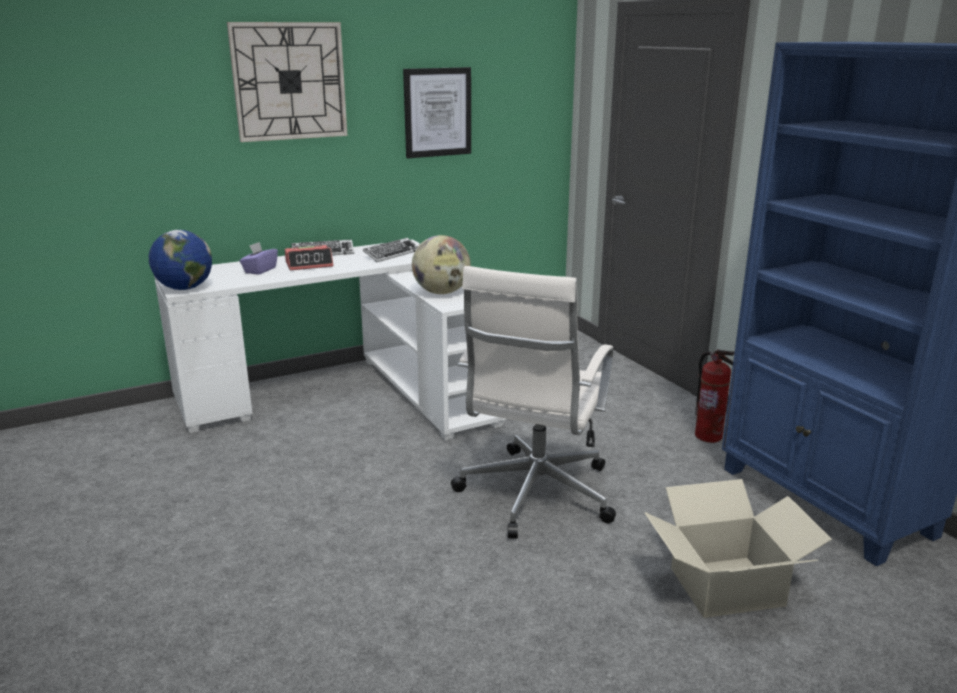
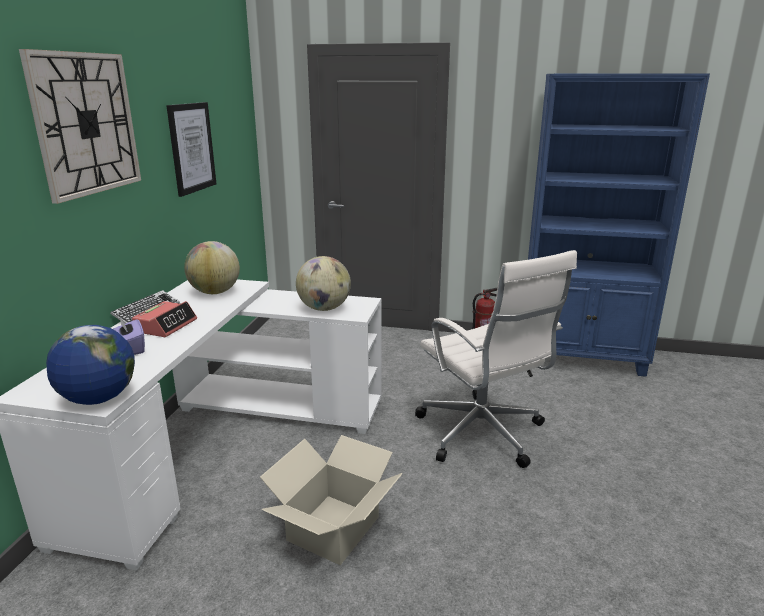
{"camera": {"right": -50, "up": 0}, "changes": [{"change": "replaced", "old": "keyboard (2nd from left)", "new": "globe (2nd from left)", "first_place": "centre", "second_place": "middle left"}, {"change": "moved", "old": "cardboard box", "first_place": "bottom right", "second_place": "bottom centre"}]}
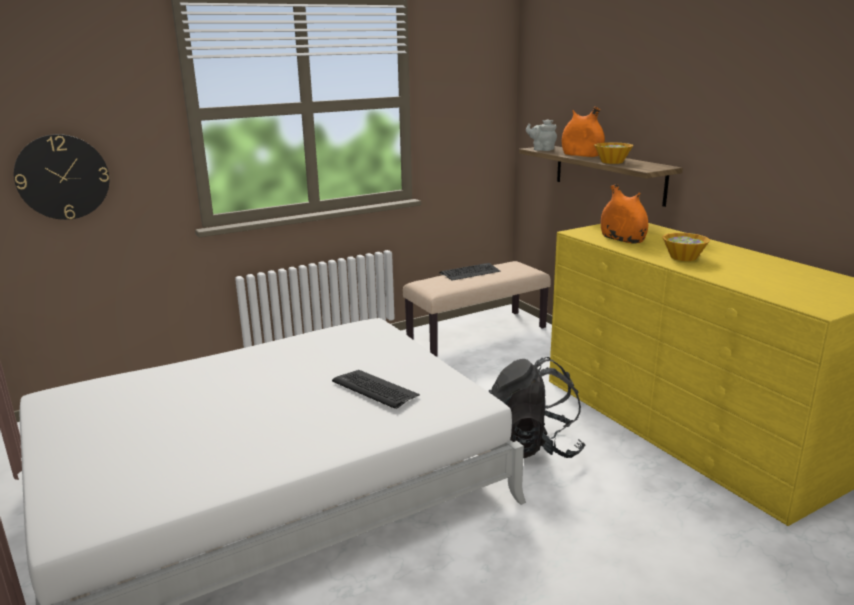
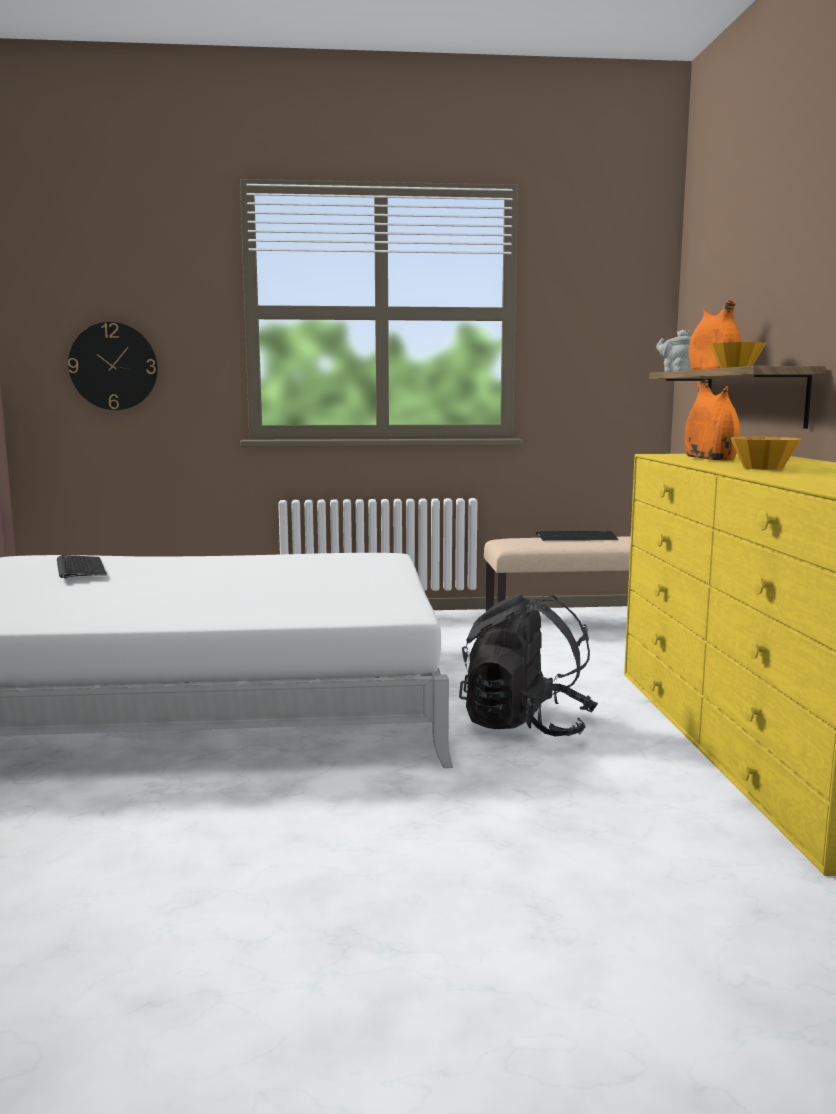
{"camera": {"right": 25, "up": -10}, "changes": [{"change": "moved", "old": "keyboard (1st from left)", "first_place": "centre", "second_place": "middle left"}]}
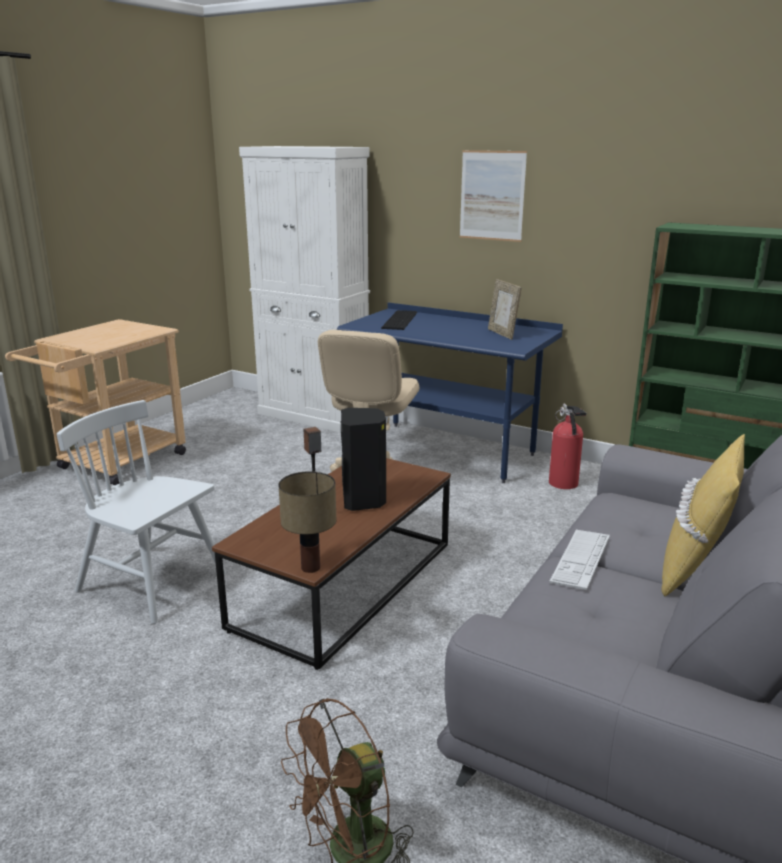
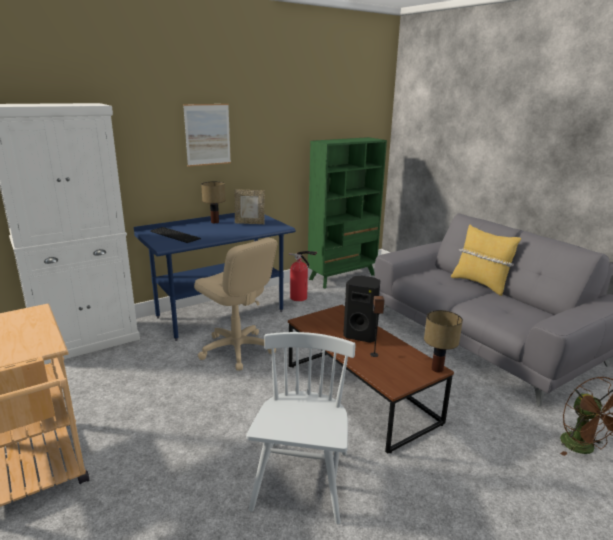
{"camera": {"right": -65, "up": 0}, "changes": [{"change": "added", "new": "table lamp (1st from left)", "second_place": "centre"}, {"change": "turned", "old": "chair (white)", "first_place": "middle left", "second_place": "bottom centre", "degrees": 135}, {"change": "removed", "old": "keyboard (2nd from left)", "first_place": "middle right"}]}
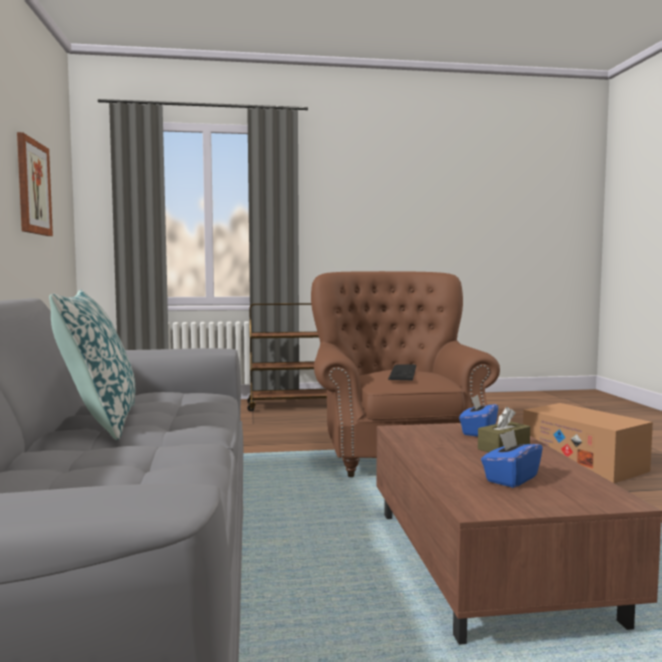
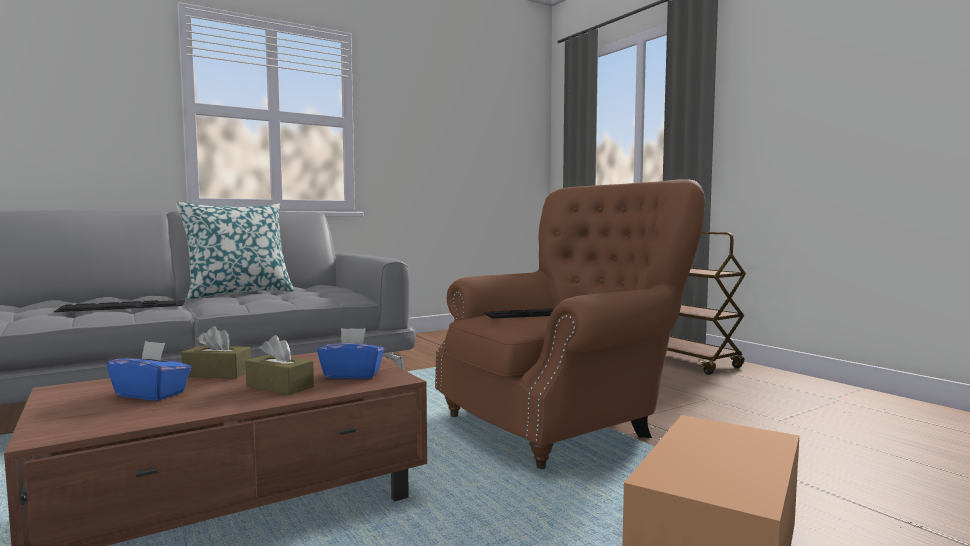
{"camera": {"right": 65, "up": 0}, "changes": [{"change": "added", "new": "keyboard (1st from left)", "second_place": "middle left"}, {"change": "added", "new": "tissue box (brown) (1st from left)", "second_place": "middle left"}, {"change": "removed", "old": "picture", "first_place": "top left"}]}
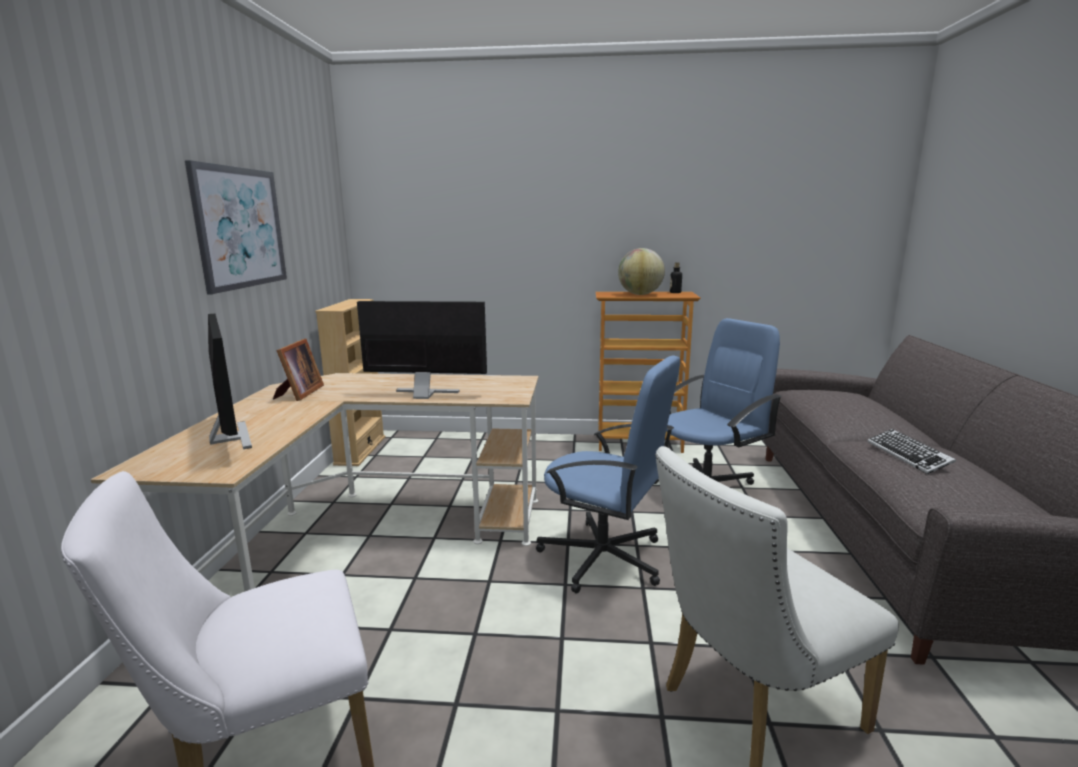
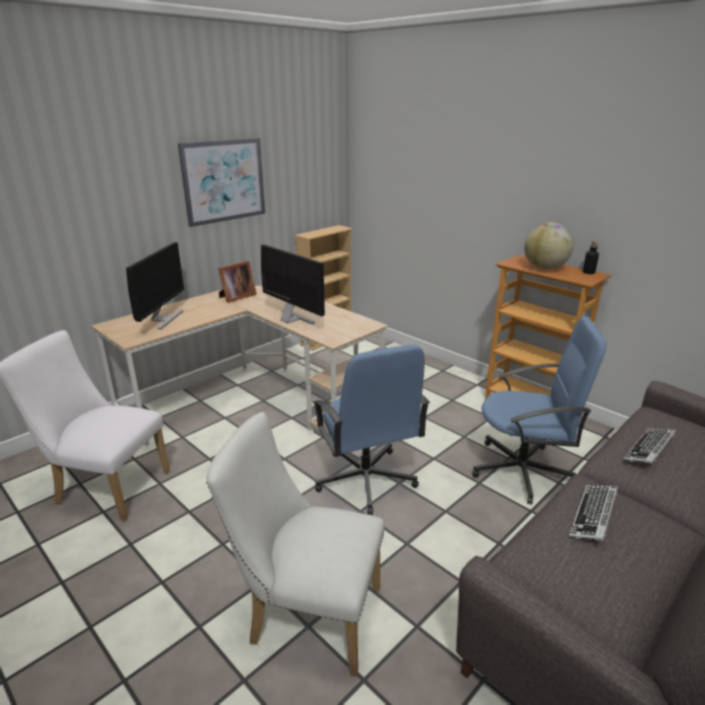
{"camera": {"right": 40, "up": 10}, "changes": [{"change": "added", "new": "keyboard (2nd from left)", "second_place": "middle right"}]}
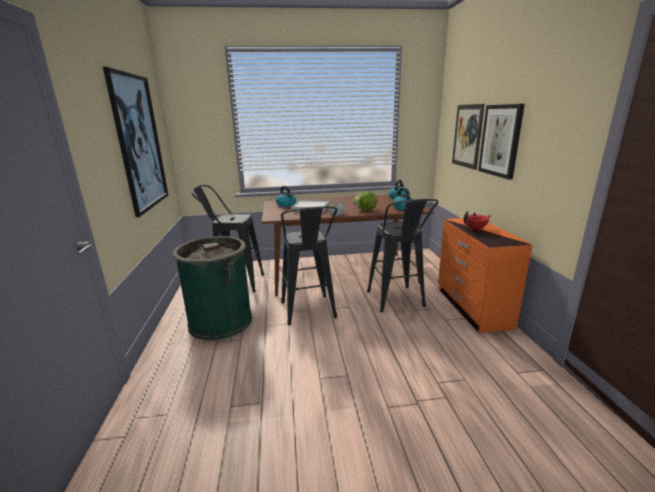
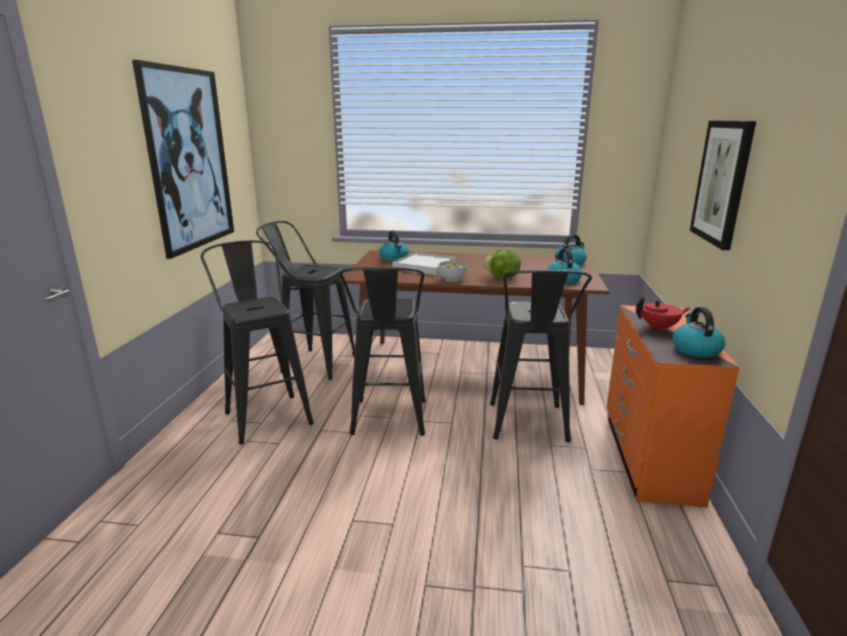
{"camera": {"right": 15, "up": 0}, "changes": [{"change": "replaced", "old": "trash can (green)", "new": "stool (black) (1st from left)", "first_place": "middle left", "second_place": "middle left"}, {"change": "added", "new": "kettle (4th from left)", "second_place": "middle right"}, {"change": "removed", "old": "picture (2nd from left)", "first_place": "top right"}]}
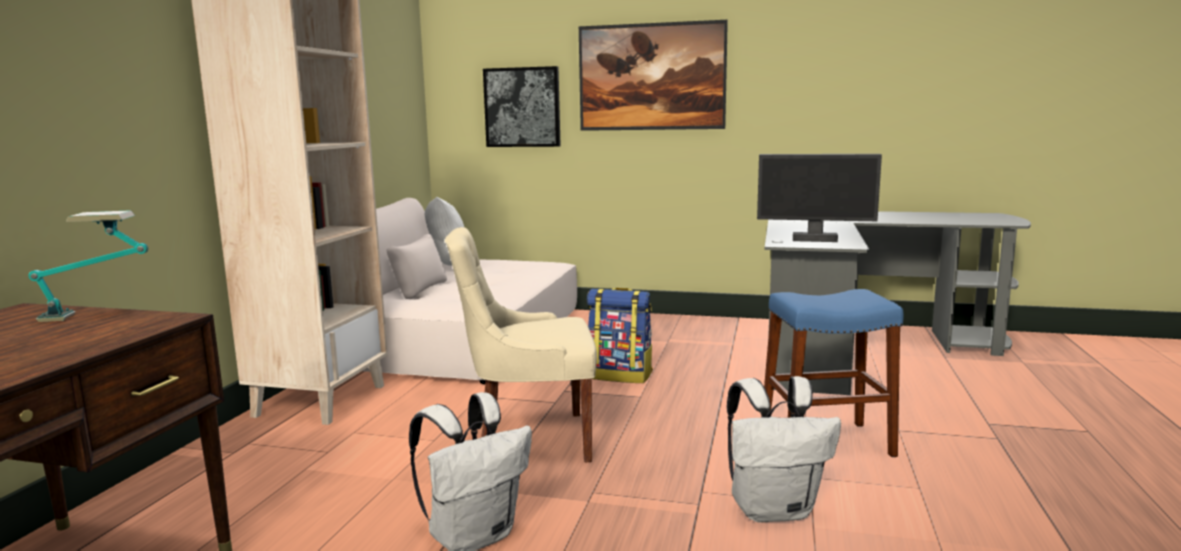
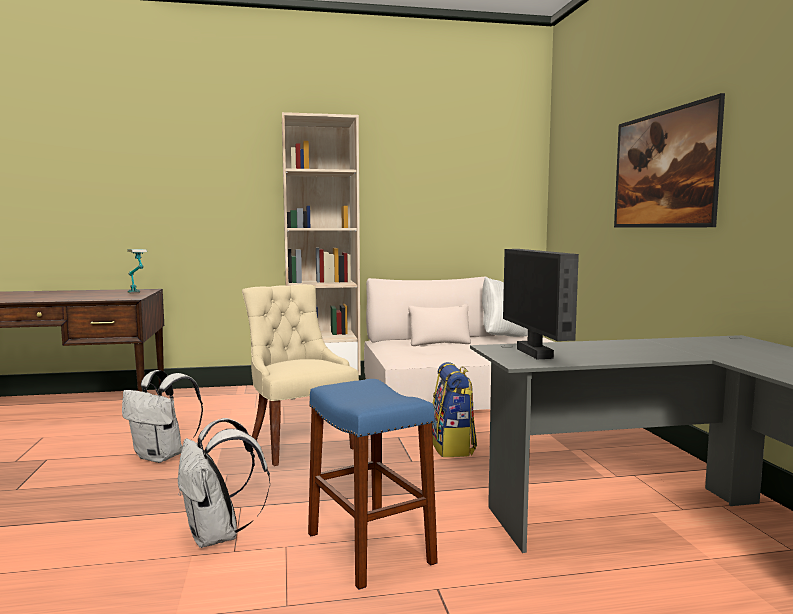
{"camera": {"right": 65, "up": -5}, "changes": [{"change": "removed", "old": "picture (1st from left)", "first_place": "top centre"}]}
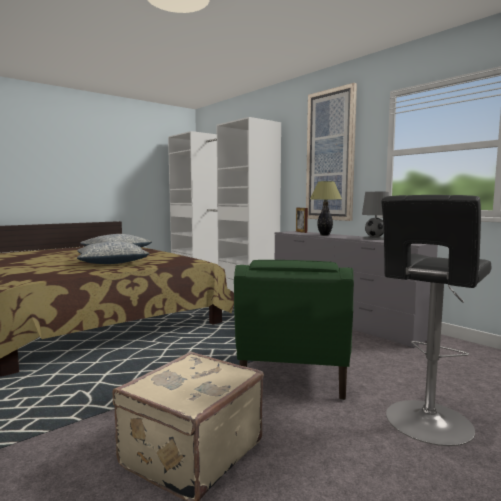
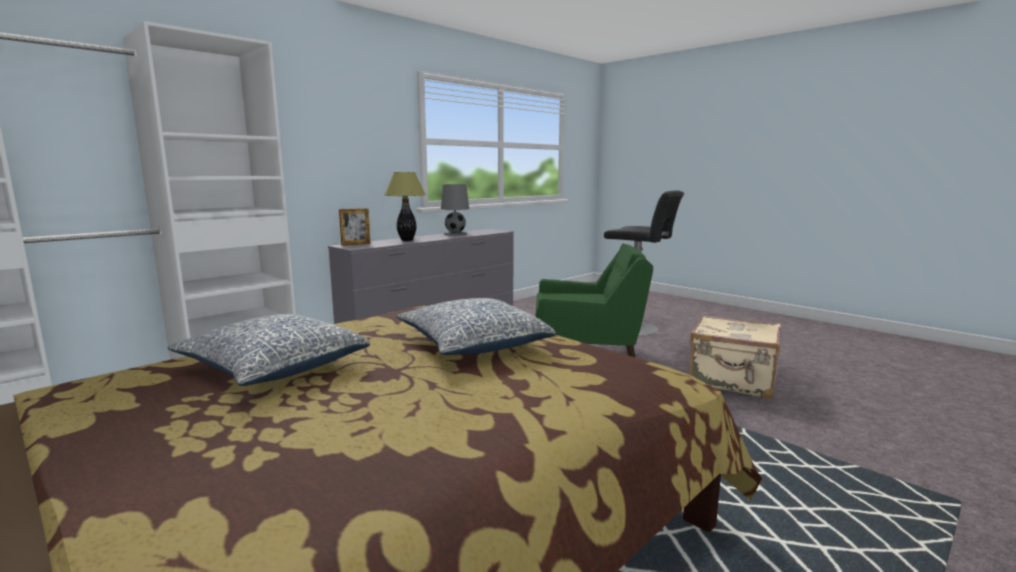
{"camera": {"right": -95, "up": 5}, "changes": [{"change": "removed", "old": "picture", "first_place": "top centre"}]}
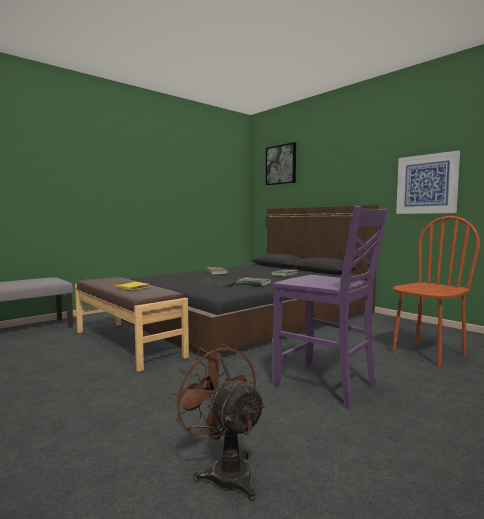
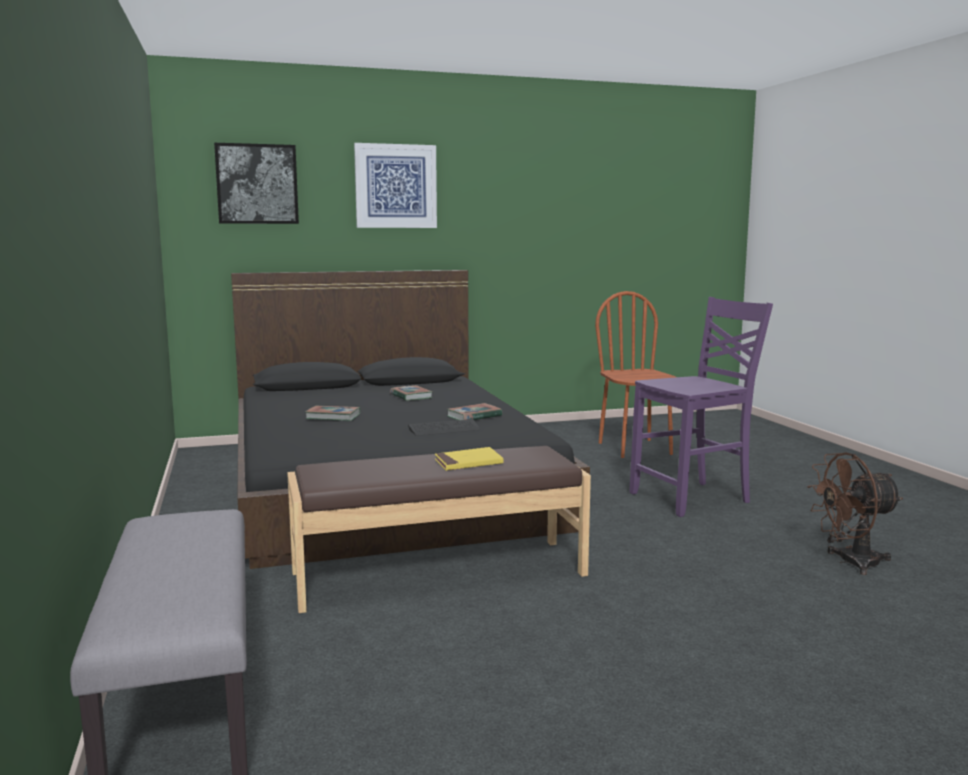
{"camera": {"right": -65, "up": 5}, "changes": [{"change": "moved", "old": "picture (2nd from left)", "first_place": "middle right", "second_place": "top centre"}]}
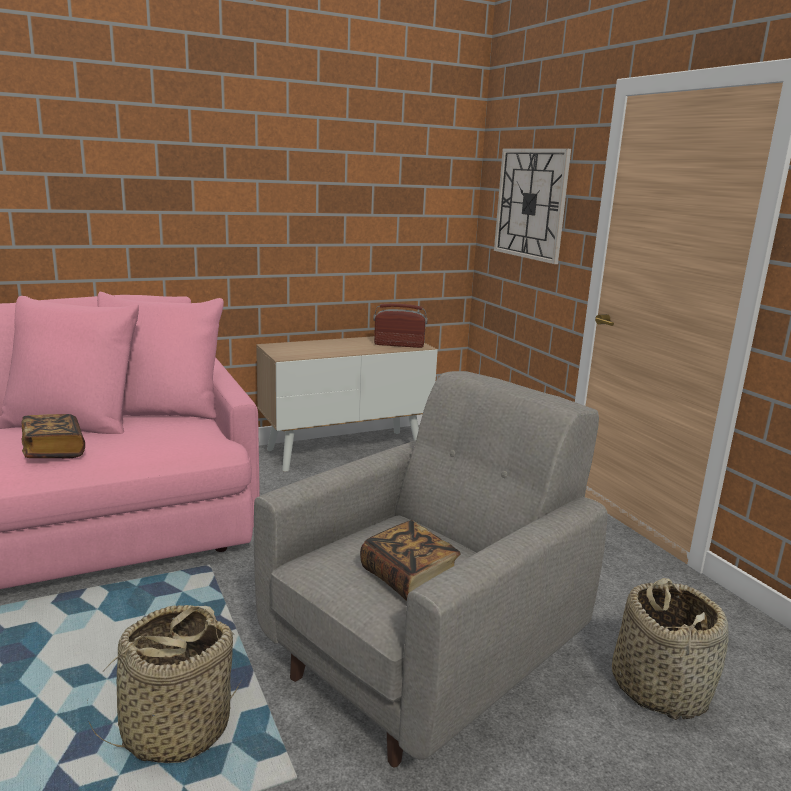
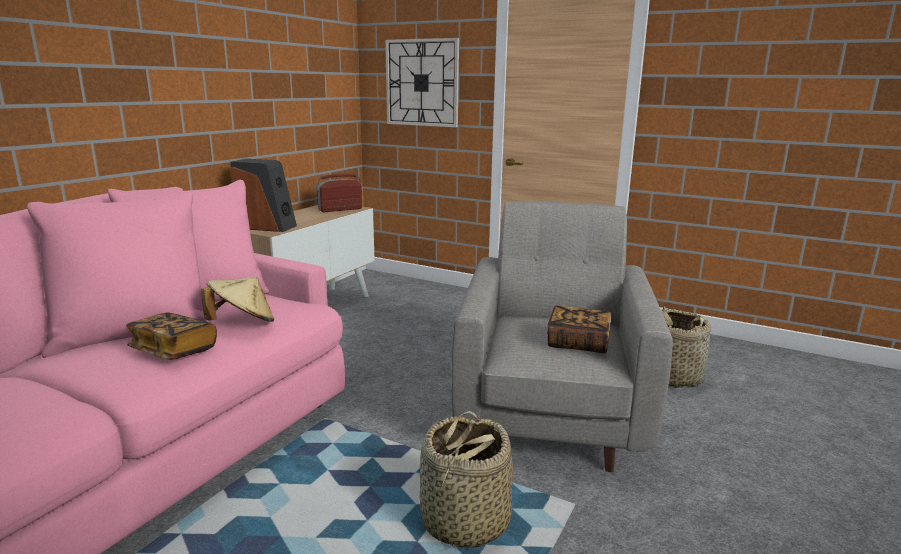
{"camera": {"right": -35, "up": 0}, "changes": [{"change": "added", "new": "hat (beige)", "second_place": "middle left"}, {"change": "added", "new": "speaker", "second_place": "middle left"}]}
